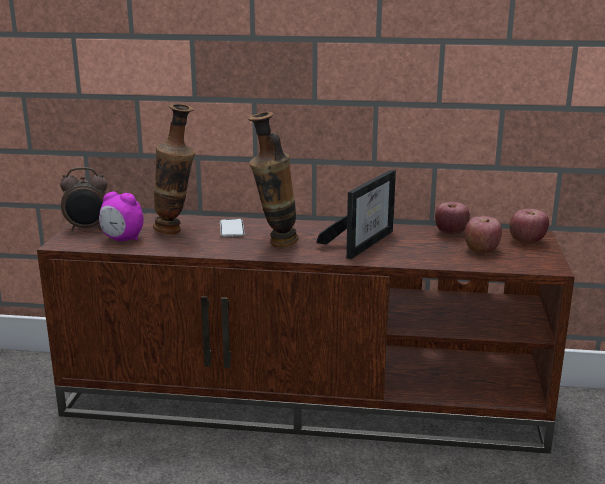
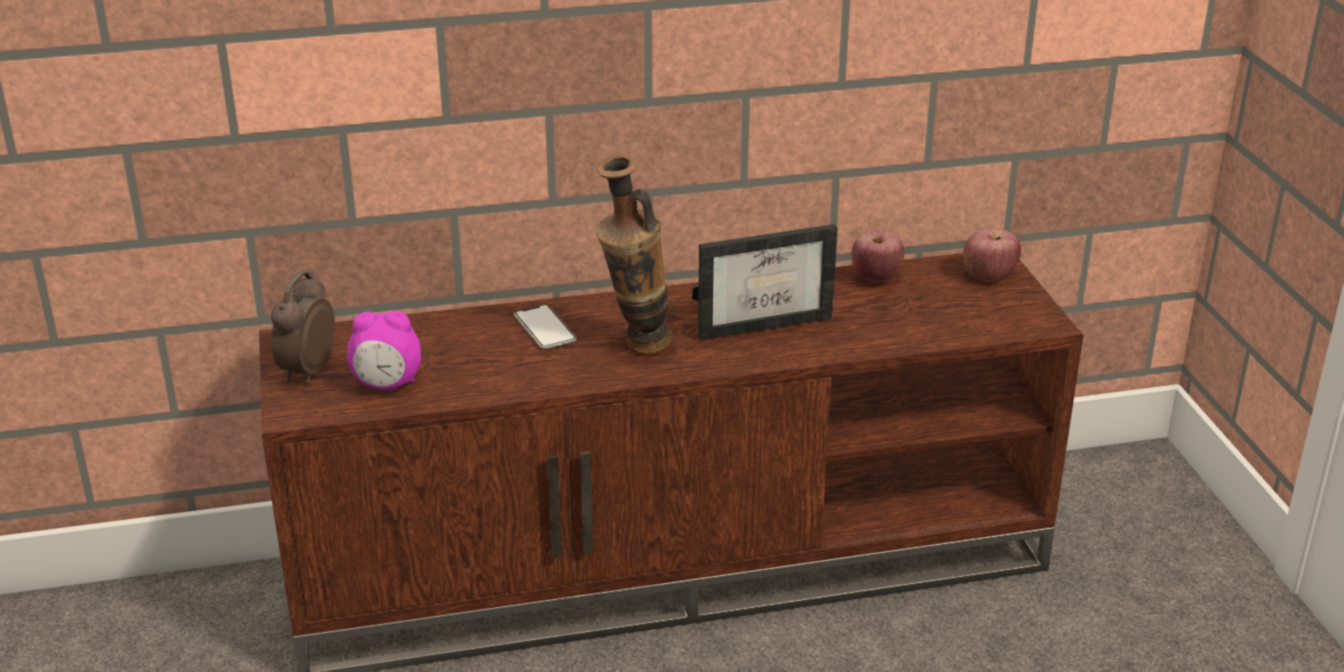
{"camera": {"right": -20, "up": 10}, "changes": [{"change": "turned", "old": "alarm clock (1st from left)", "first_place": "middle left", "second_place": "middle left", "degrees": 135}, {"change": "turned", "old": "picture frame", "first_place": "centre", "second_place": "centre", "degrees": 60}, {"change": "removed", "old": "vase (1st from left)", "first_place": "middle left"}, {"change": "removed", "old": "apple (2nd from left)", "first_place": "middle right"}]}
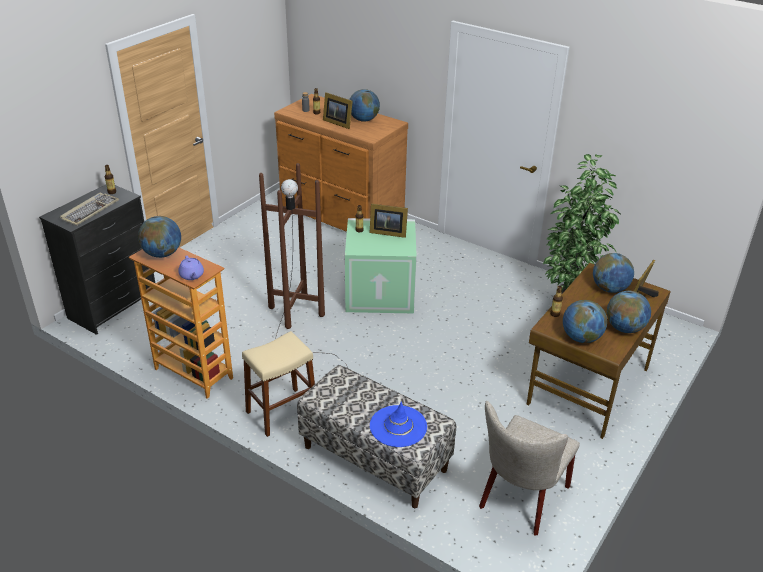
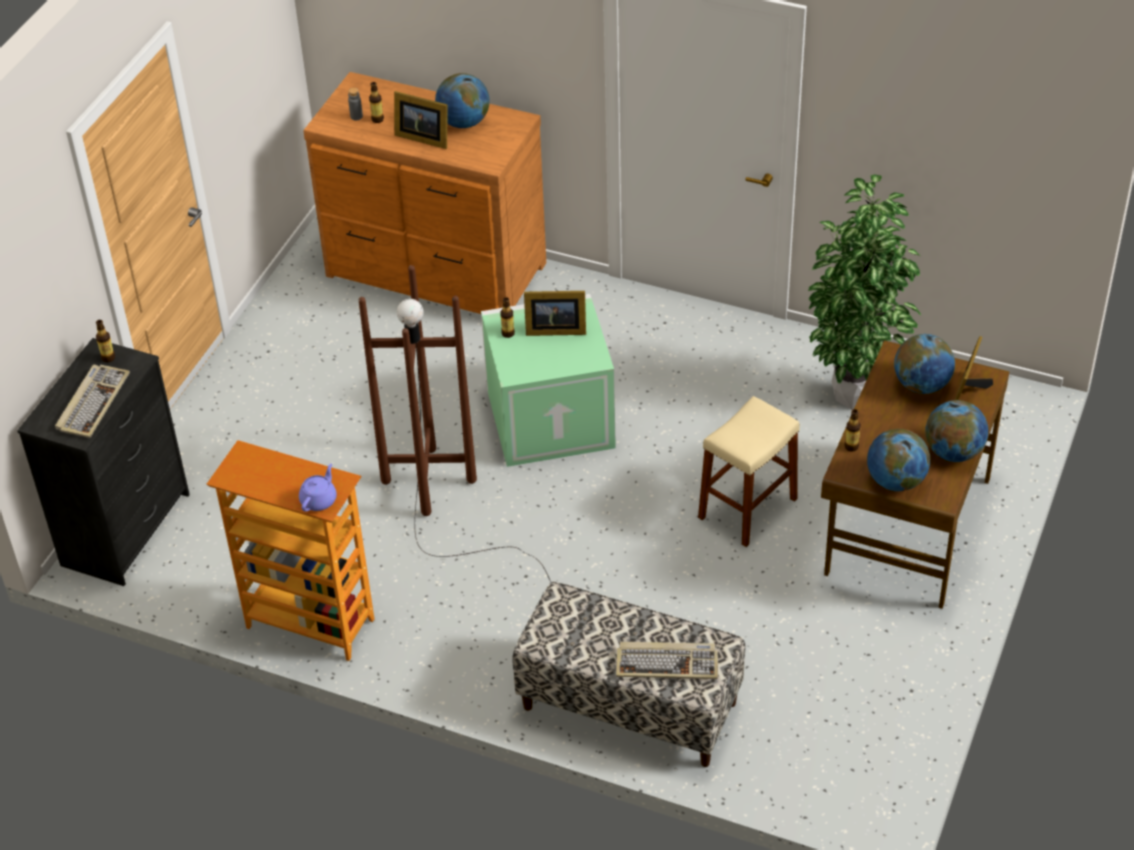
{"camera": {"right": -10, "up": 10}, "changes": [{"change": "turned", "old": "teapot (purple)", "first_place": "middle left", "second_place": "middle left", "degrees": -120}, {"change": "replaced", "old": "hat (blue)", "new": "keyboard (2nd from left)", "first_place": "bottom centre", "second_place": "bottom centre"}, {"change": "moved", "old": "stool (beige)", "first_place": "bottom centre", "second_place": "centre"}, {"change": "removed", "old": "globe (1st from left)", "first_place": "middle left"}, {"change": "removed", "old": "chair (beige)", "first_place": "bottom right"}]}
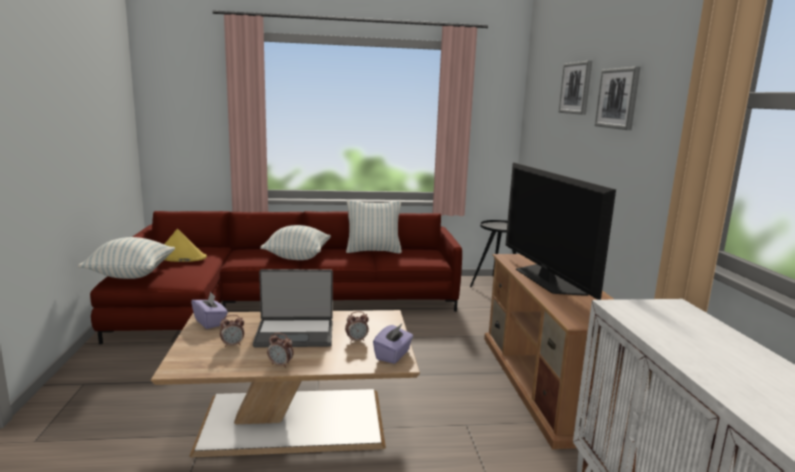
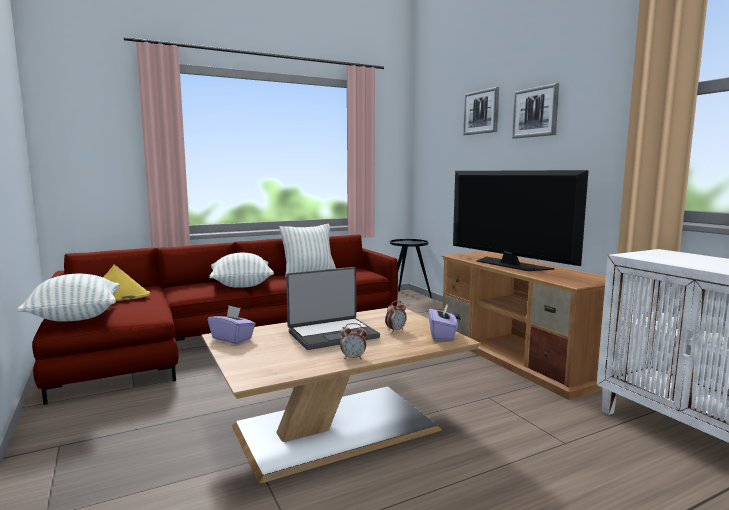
{"camera": {"right": -20, "up": -5}, "changes": [{"change": "removed", "old": "alarm clock (1st from left)", "first_place": "bottom left"}]}
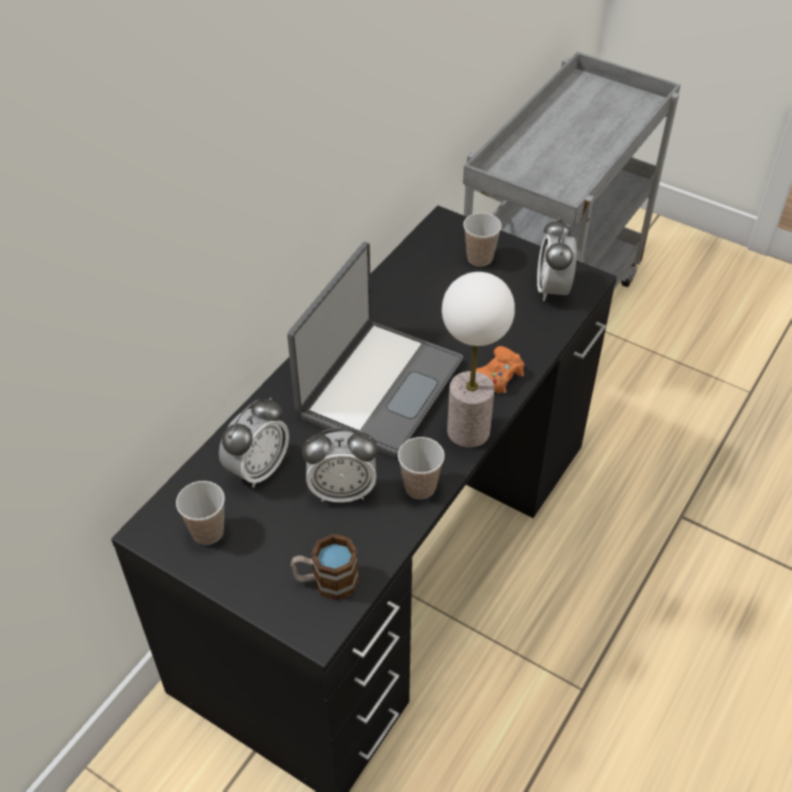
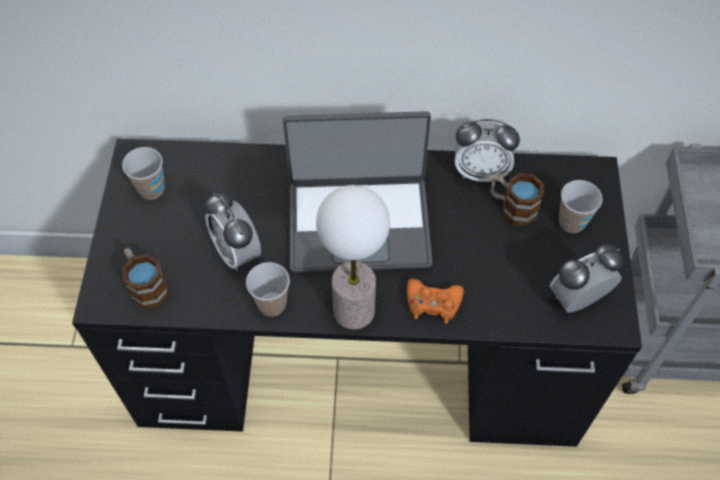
{"camera": {"right": 60, "up": 10}, "changes": [{"change": "moved", "old": "alarm clock (1st from left in the first image)", "new": "alarm clock (2nd from left)", "first_place": "middle left", "second_place": "top right"}, {"change": "added", "new": "mug (2nd from left)", "second_place": "middle right"}]}
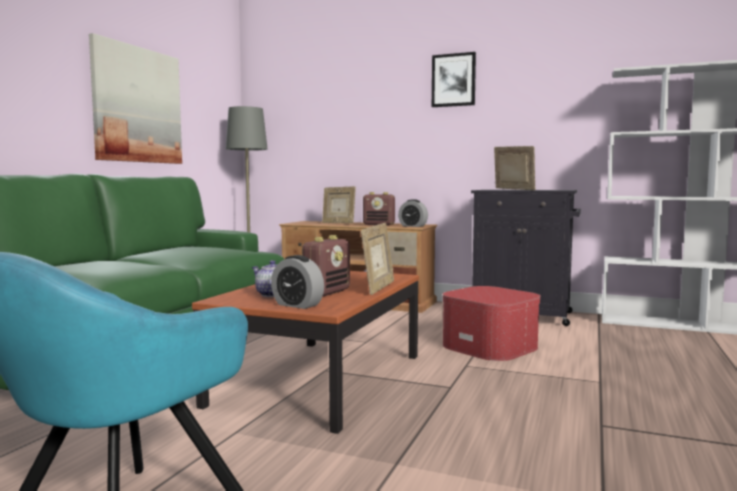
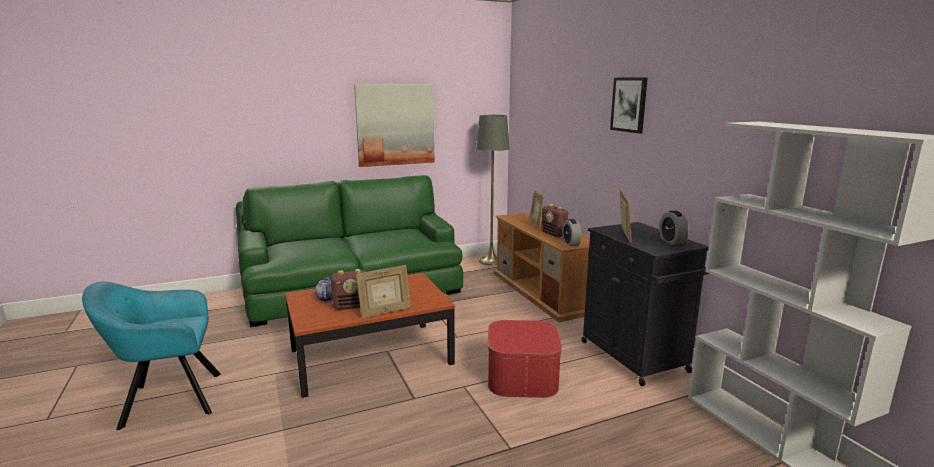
{"camera": {"right": 45, "up": 10}, "changes": [{"change": "moved", "old": "alarm clock (1st from left in the first image)", "new": "alarm clock (2nd from left)", "first_place": "centre", "second_place": "middle right"}]}
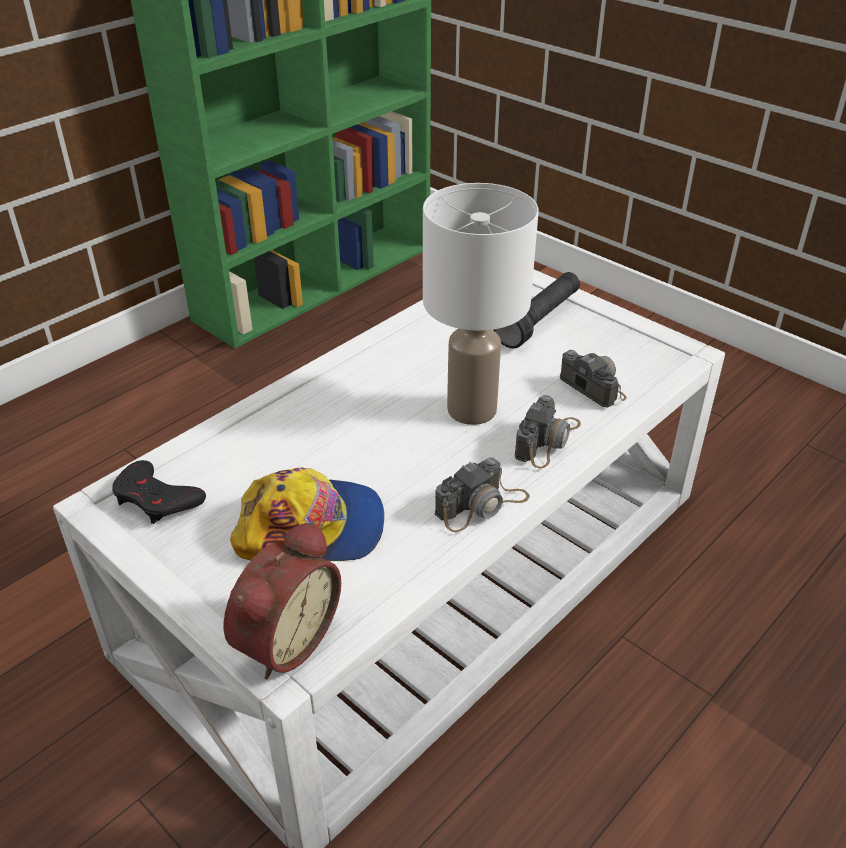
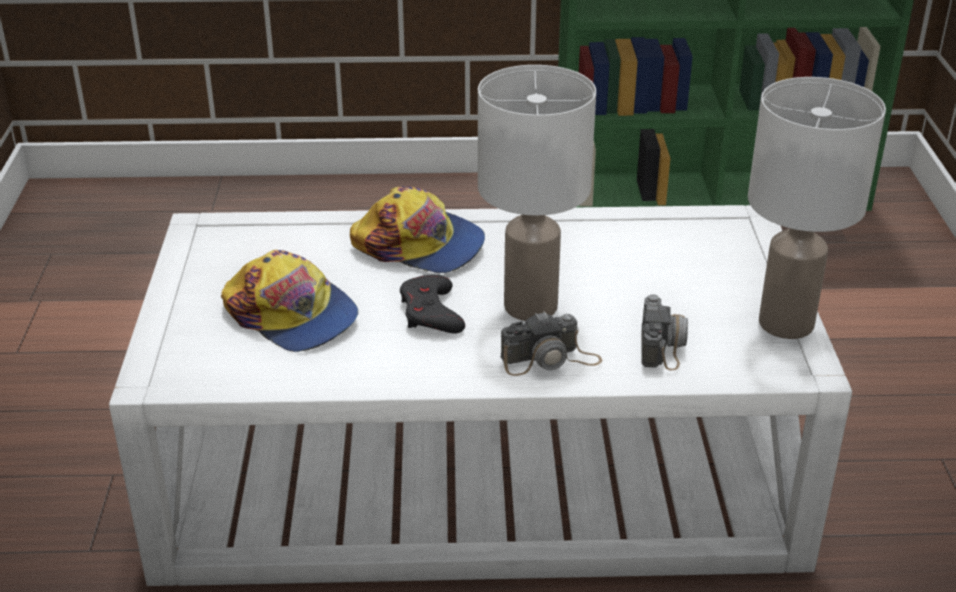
{"camera": {"right": 45, "up": -5}, "changes": [{"change": "added", "new": "cap (2nd from left)", "second_place": "centre"}, {"change": "moved", "old": "game controller (black)", "first_place": "middle left", "second_place": "centre"}, {"change": "added", "new": "table lamp (white) (2nd from left)", "second_place": "middle right"}, {"change": "removed", "old": "alarm clock", "first_place": "bottom centre"}, {"change": "removed", "old": "photo camera (1st from left)", "first_place": "centre"}, {"change": "removed", "old": "flashlight (black)", "first_place": "centre"}]}
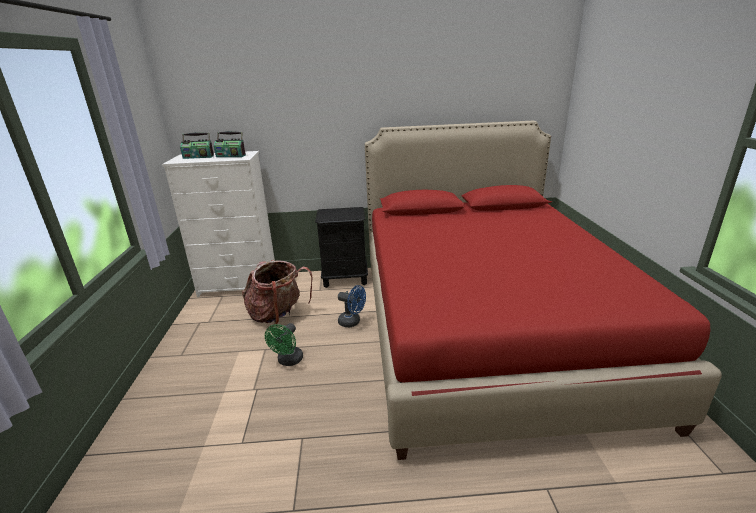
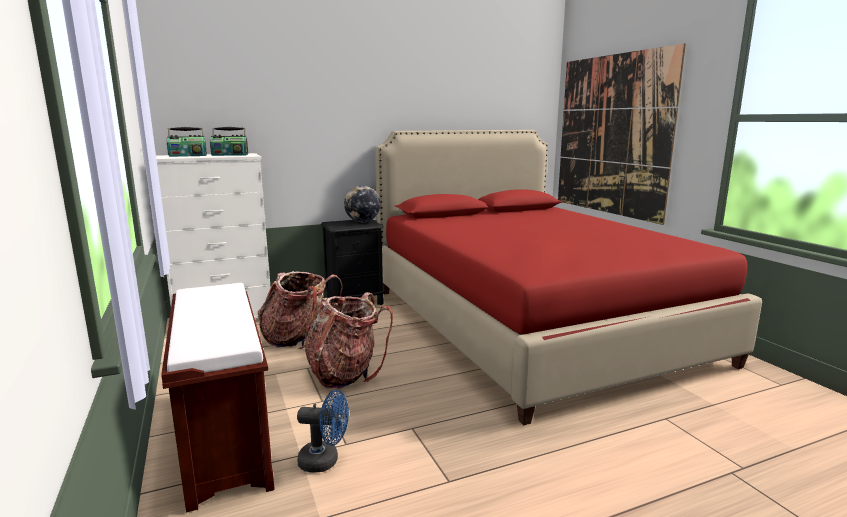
{"camera": {"right": -20, "up": -10}, "changes": [{"change": "added", "new": "bench (brown)", "second_place": "bottom left"}, {"change": "moved", "old": "fan (blue)", "first_place": "centre", "second_place": "bottom centre"}, {"change": "replaced", "old": "fan (green)", "new": "backpack (2nd from left)", "first_place": "bottom centre", "second_place": "centre"}, {"change": "added", "new": "globe", "second_place": "centre"}, {"change": "added", "new": "picture", "second_place": "top right"}]}
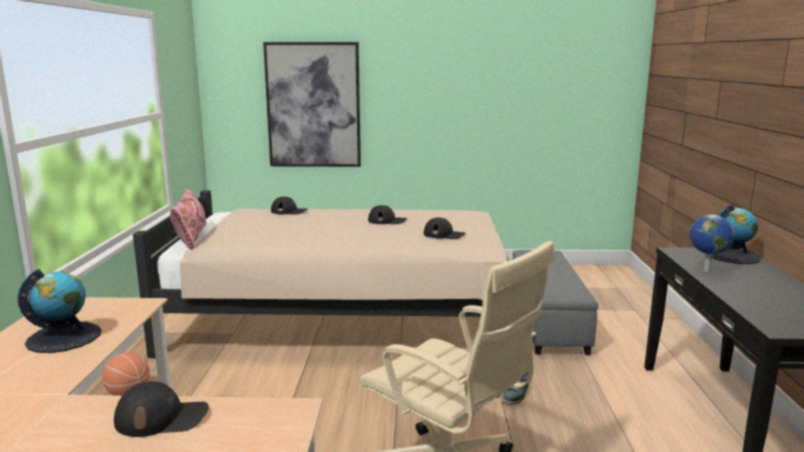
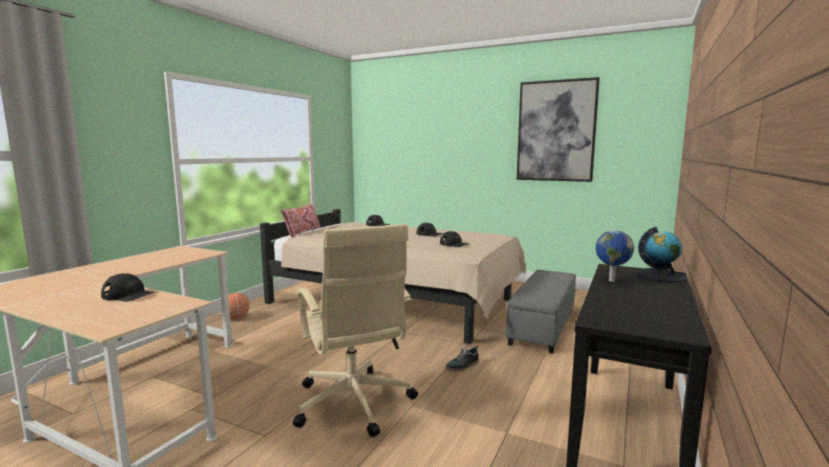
{"camera": {"right": 25, "up": -5}, "changes": [{"change": "moved", "old": "picture", "first_place": "top centre", "second_place": "top right"}, {"change": "removed", "old": "globe (1st from left)", "first_place": "bottom left"}]}
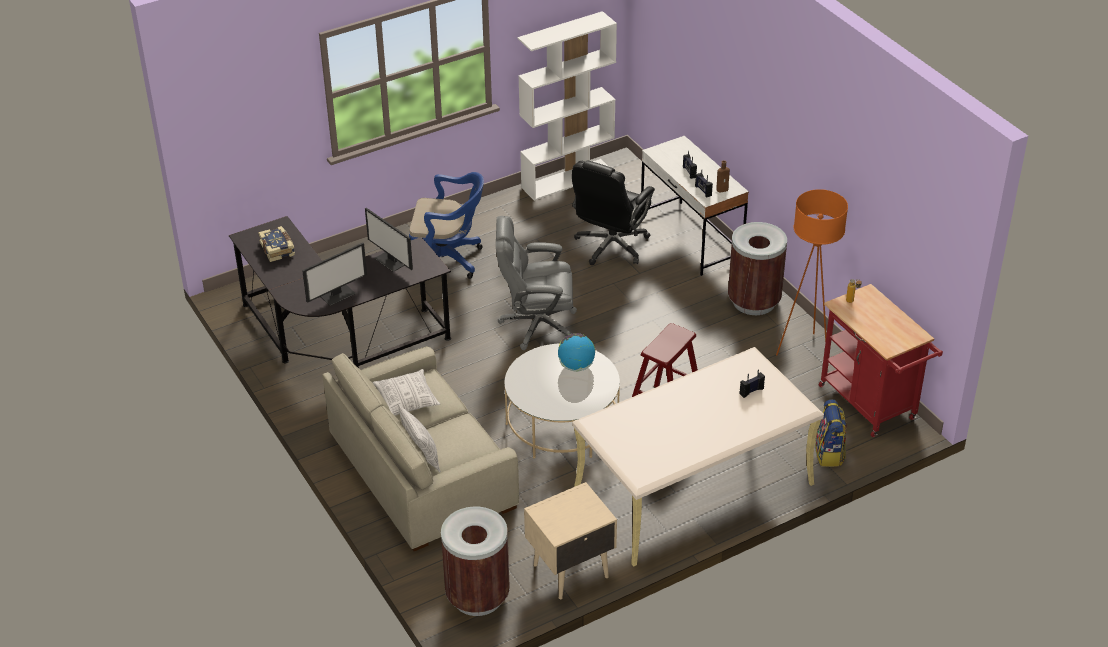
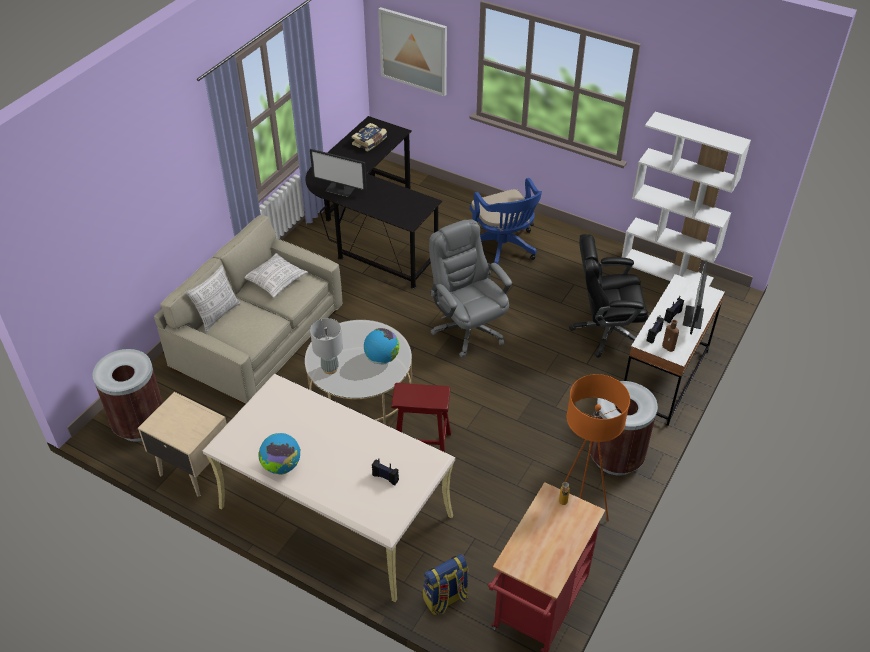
{"camera": {"right": 60, "up": 5}, "changes": [{"change": "added", "new": "globe (1st from left)", "second_place": "bottom left"}, {"change": "added", "new": "table lamp (grey)", "second_place": "centre"}, {"change": "added", "new": "picture", "second_place": "top centre"}, {"change": "moved", "old": "monitor (2nd from left)", "first_place": "centre", "second_place": "middle right"}]}
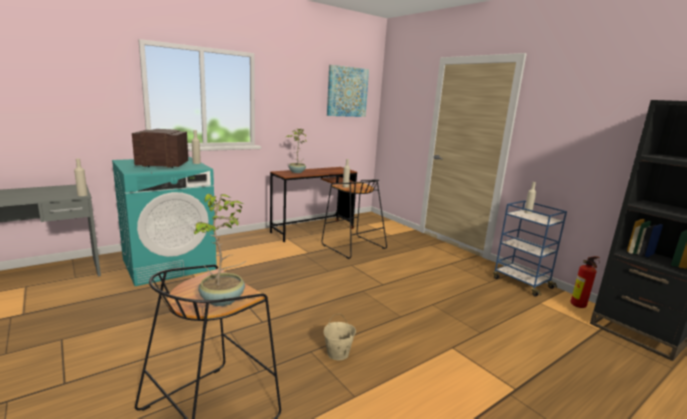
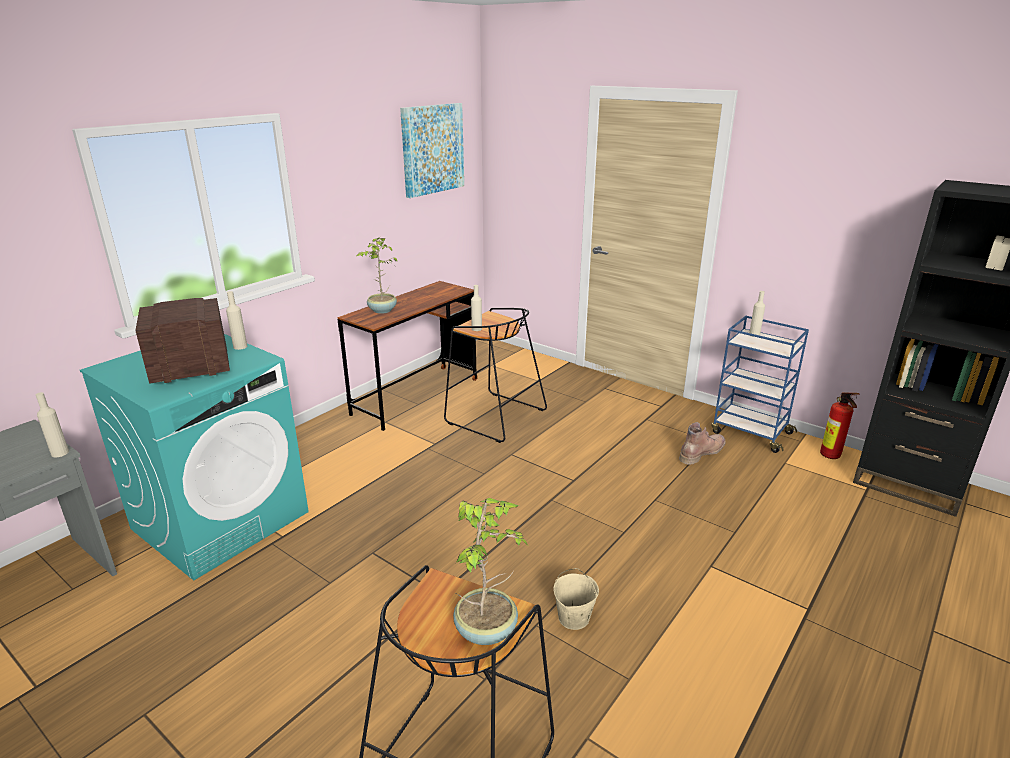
{"camera": {"right": -15, "up": 10}, "changes": [{"change": "added", "new": "boot (brown)", "second_place": "middle right"}]}
